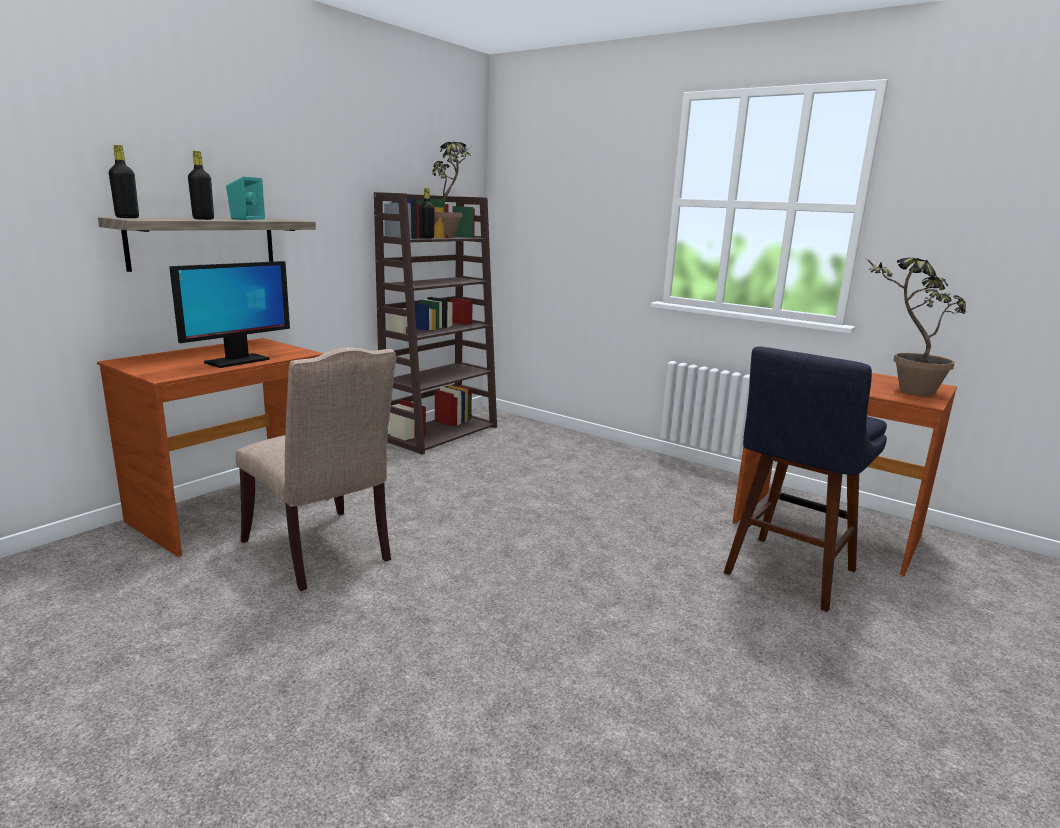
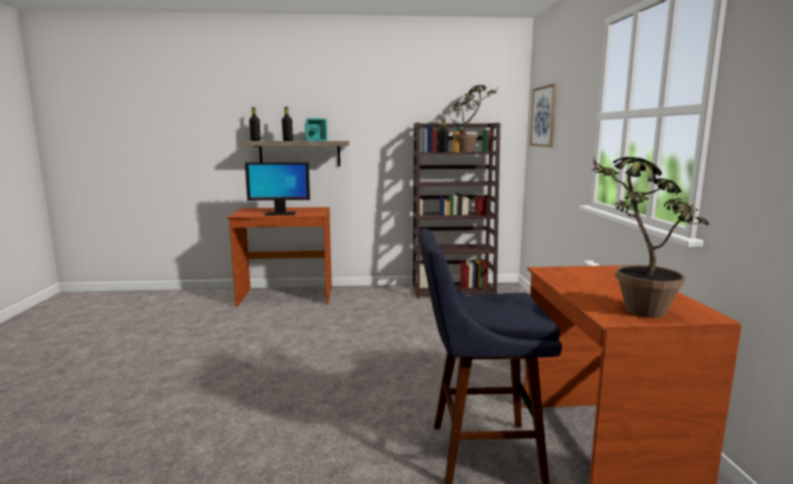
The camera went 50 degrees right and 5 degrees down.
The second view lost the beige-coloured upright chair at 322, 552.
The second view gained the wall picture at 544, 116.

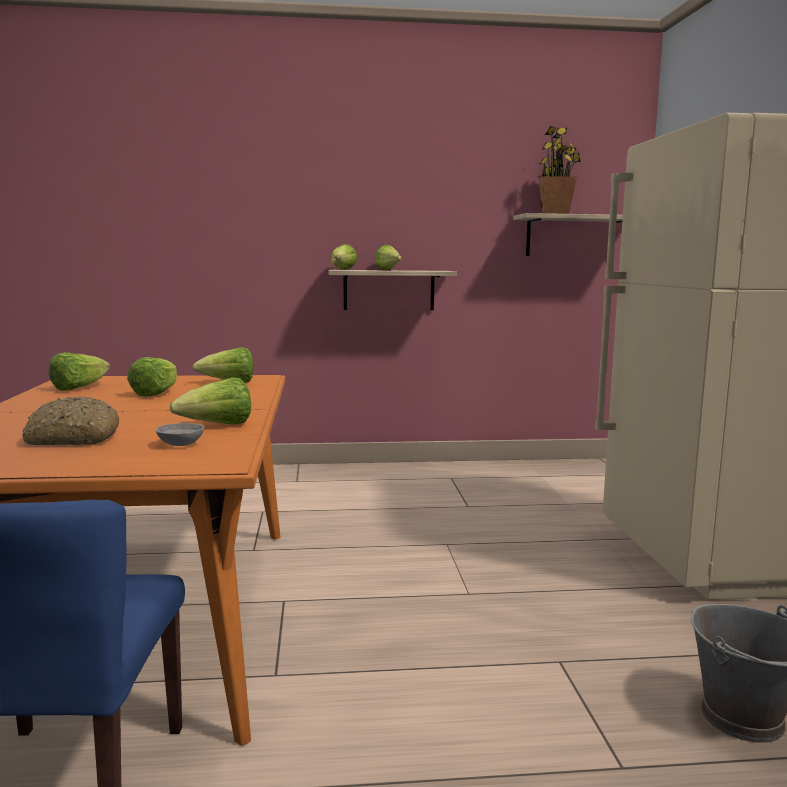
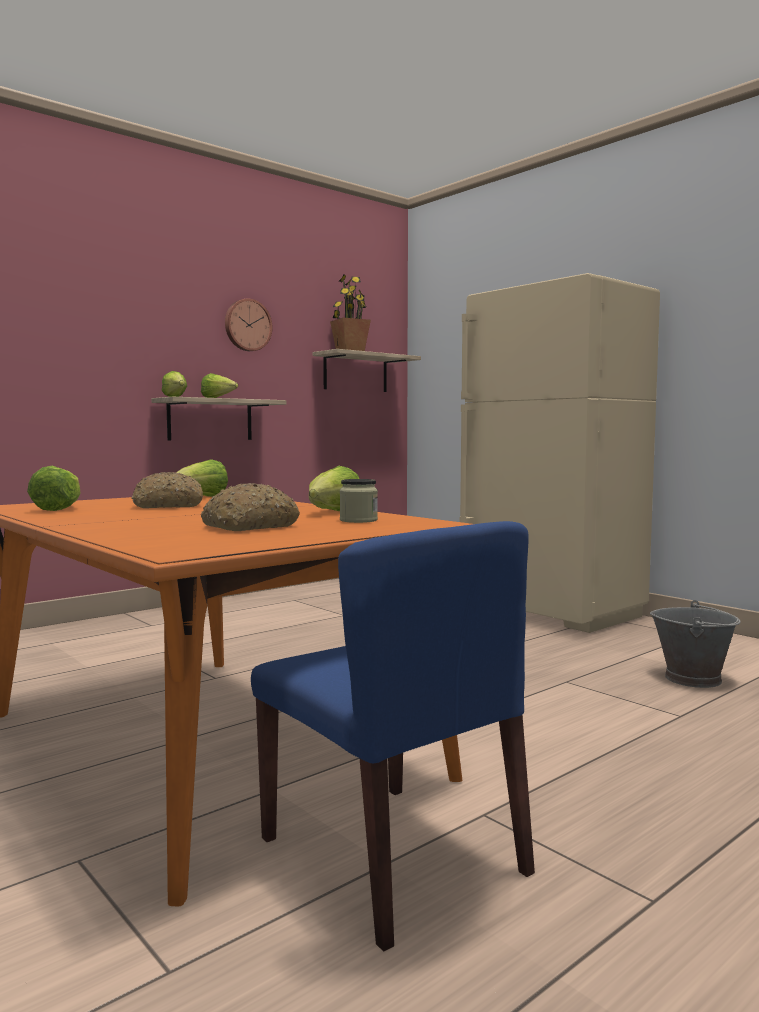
The camera went 35 degrees left and 5 degrees down.
Where the lettuce stood at 156, 394, the bakery bread came to stand at 167, 506.
Where the greyish serving bowl stood at 181, 444, the preserve jar came to stand at 358, 520.
The second view gained the hanging clock at 247, 325.

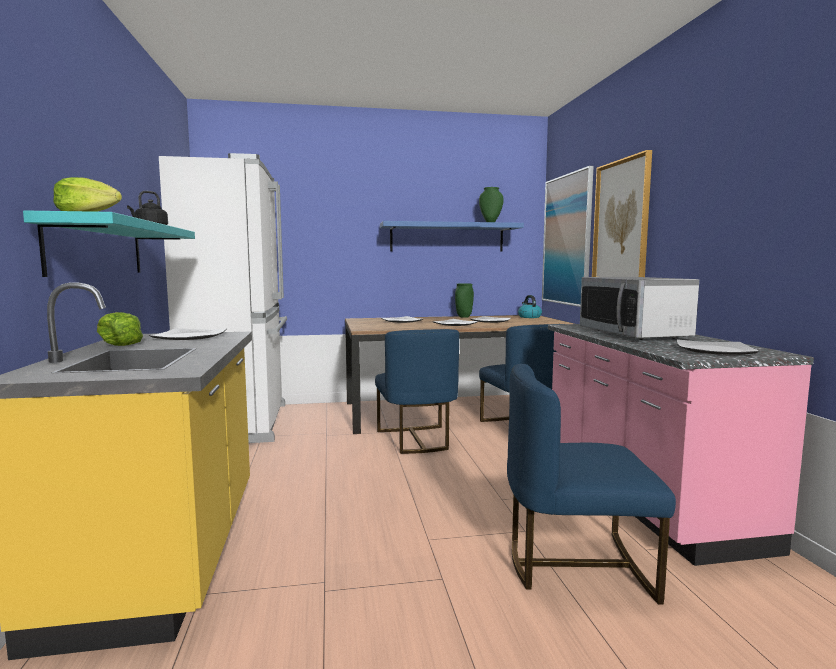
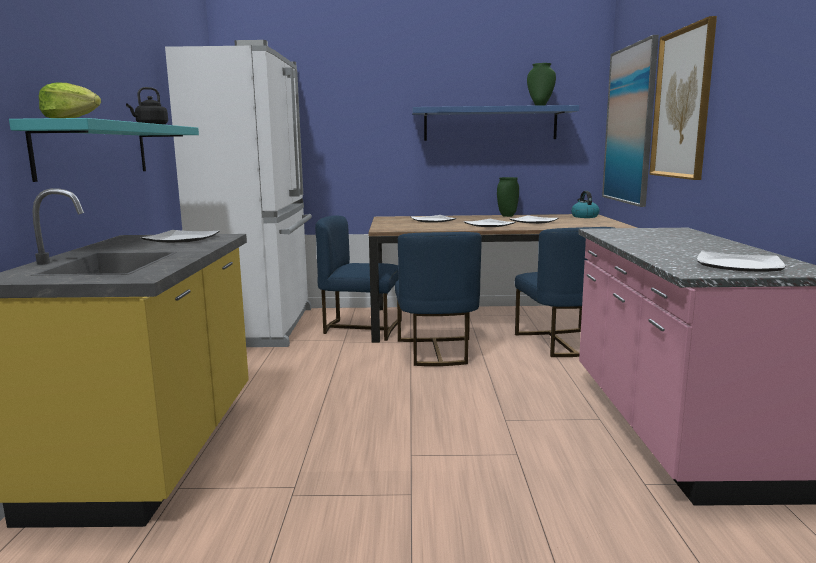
The camera went 10 degrees right and 5 degrees up.
The second view lost the lettuce at 118, 344.
The blue-coloured upright chair ended up elsewhere, having gone from 576, 565 to 362, 328.
The second view lost the kitchen microwave at 633, 334.

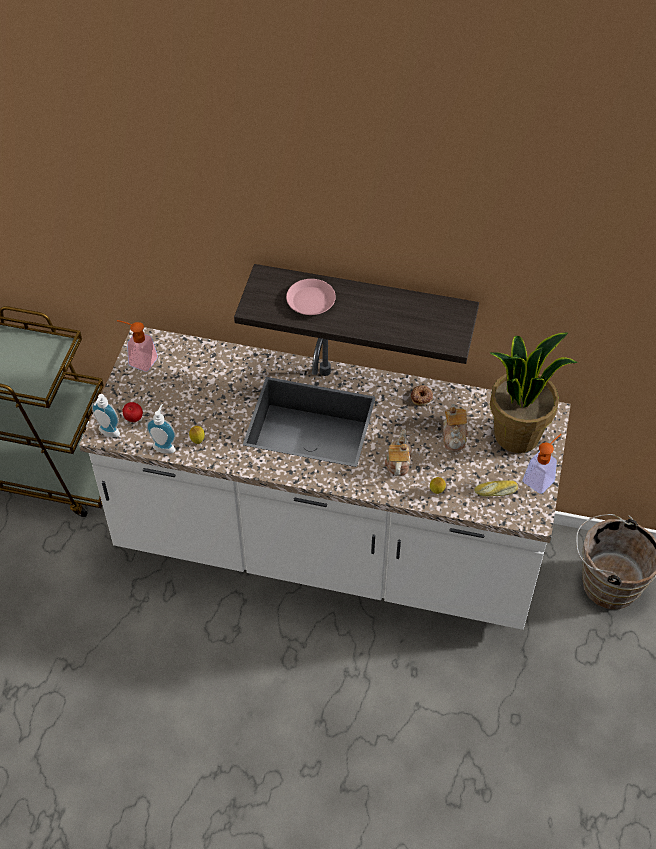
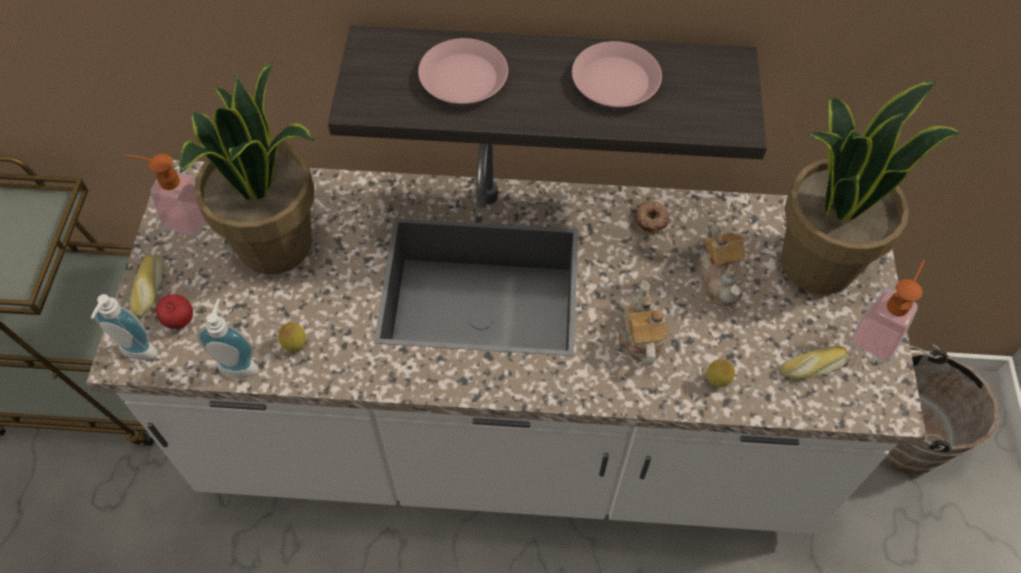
The camera went 10 degrees left and 5 degrees up.
The second view gained the bakery bread at 150, 289.
The second view gained the plant in a pot at 276, 245.
The second view gained the pinkish plate at 615, 81.

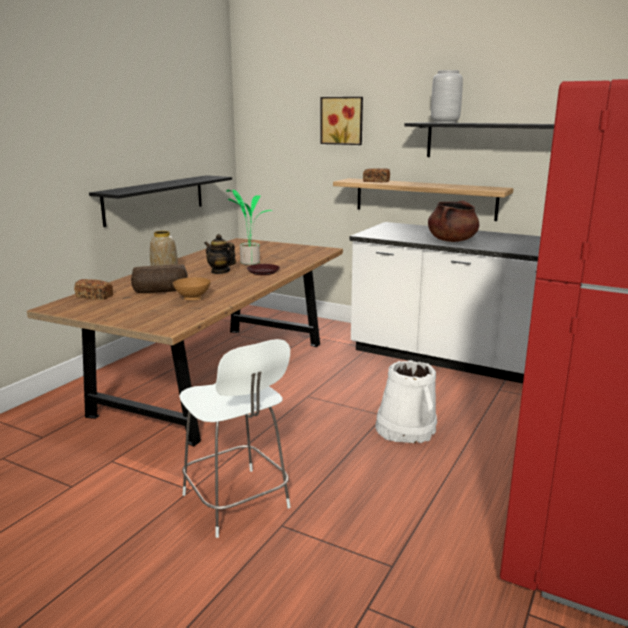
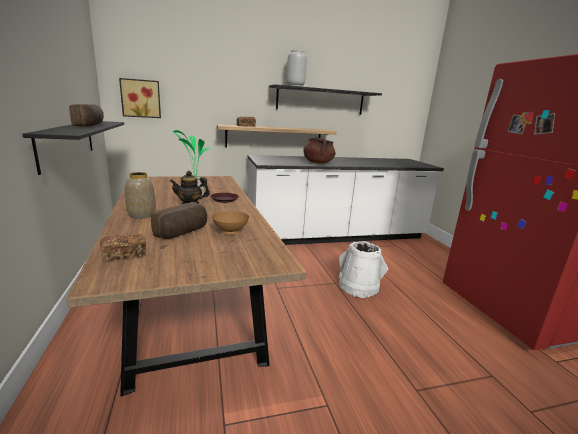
The camera went 45 degrees left and 0 degrees up.
The second view lost the white upright chair at 237, 503.
The wall picture ended up elsewhere, having gone from 342, 120 to 141, 98.
The second view gained the bakery bread at 90, 125.

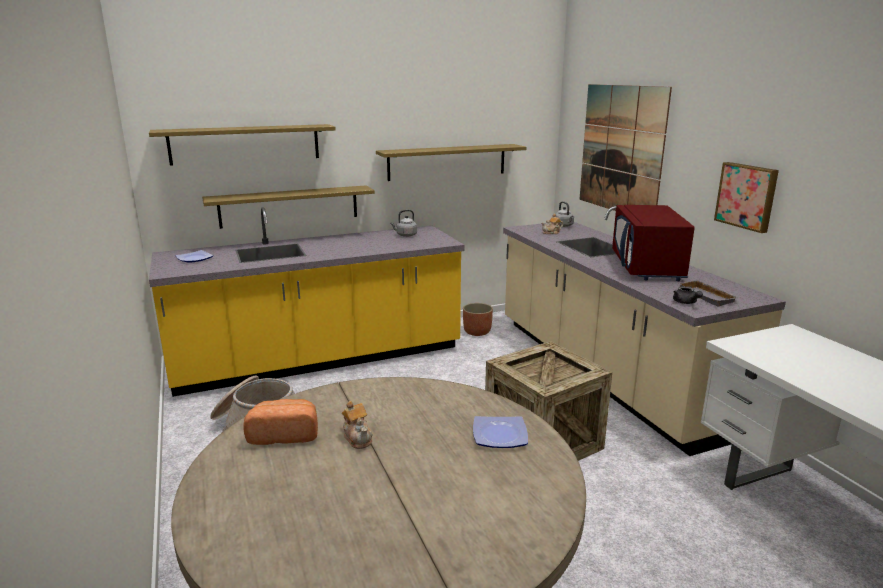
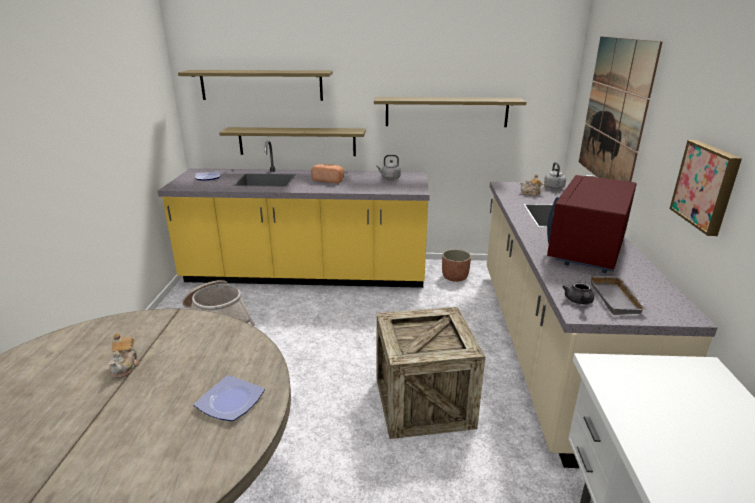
The camera went 25 degrees right and 5 degrees up.
The bakery bread ended up elsewhere, having gone from 284, 434 to 329, 180.

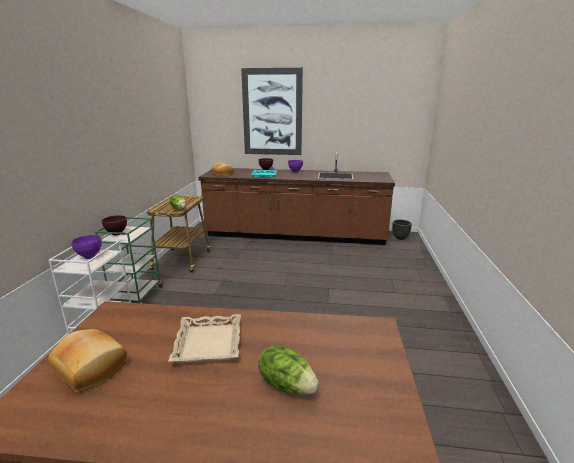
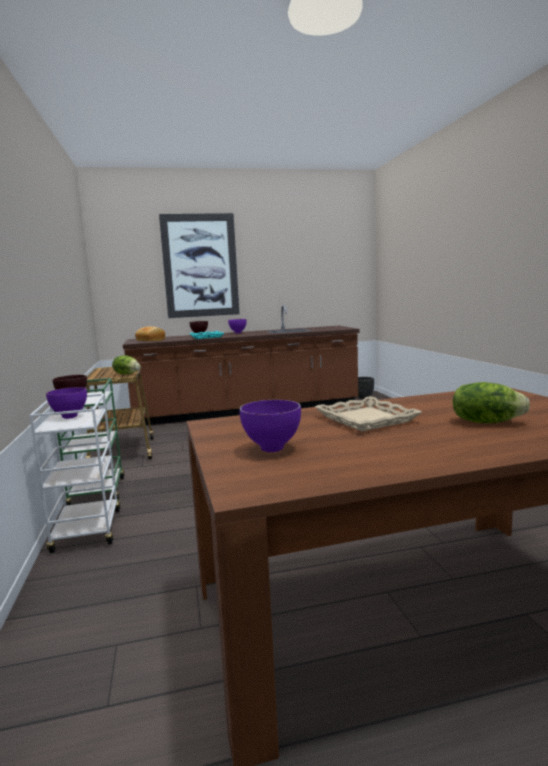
The camera went 20 degrees left and 10 degrees down.
Where the bakery bread stood at 92, 368, the purple serving bowl came to stand at 273, 449.

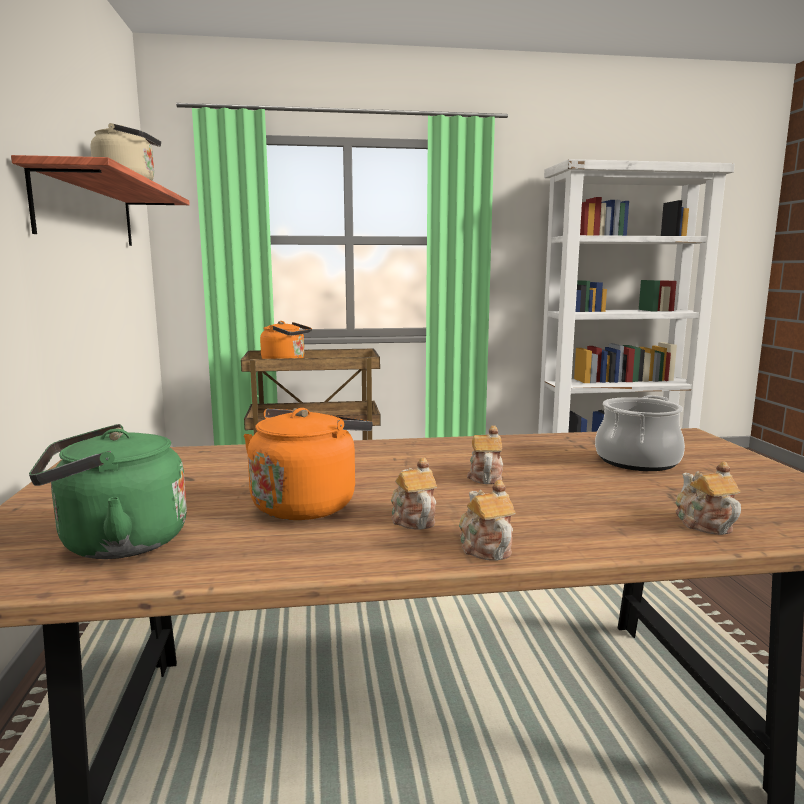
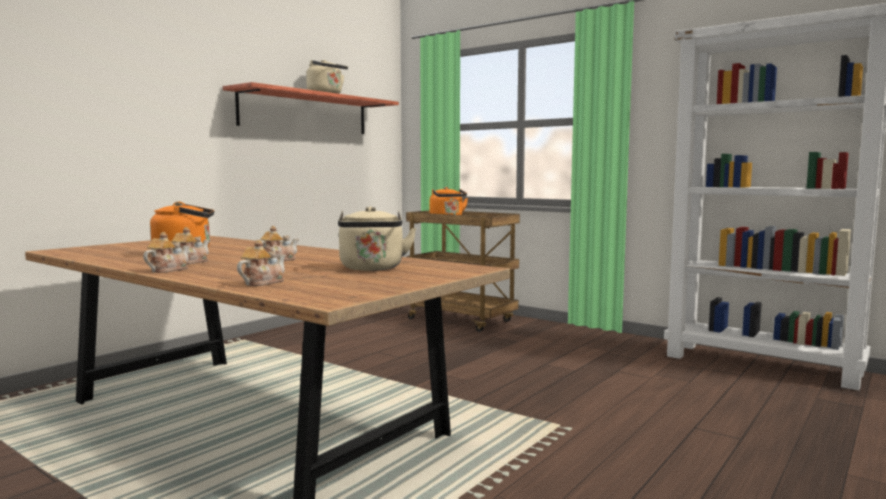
The camera went 45 degrees right and 5 degrees down.
The second view lost the green tea kettle at 115, 543.
Where the cooking pot stood at 637, 461, the beige-coloured tea kettle came to stand at 372, 268.

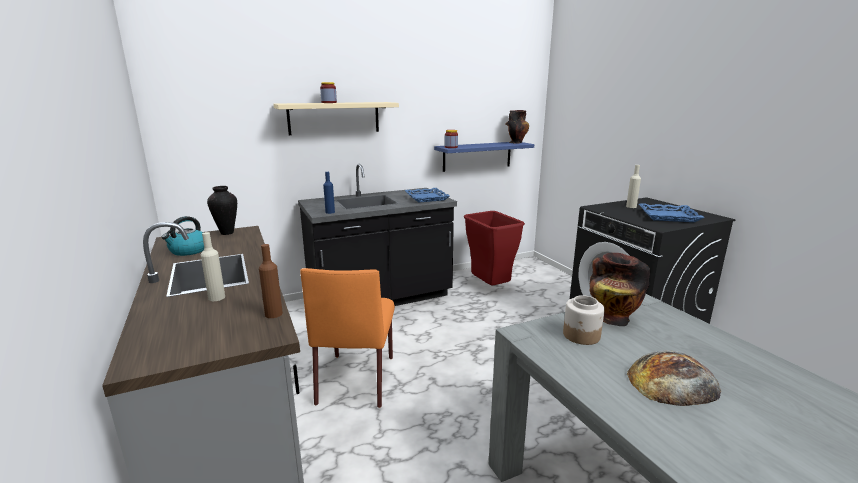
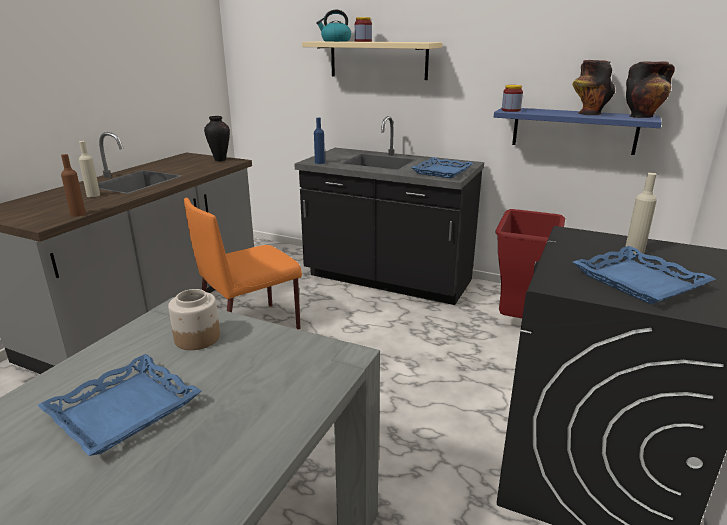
The camera went 50 degrees right and 5 degrees up.
The tea kettle ended up elsewhere, having gone from 188, 251 to 335, 41.
The vase ended up elsewhere, having gone from 612, 318 to 588, 113.
Where the bakery bread stood at 672, 381, the blue-coloured carrying tray came to stand at 124, 411.

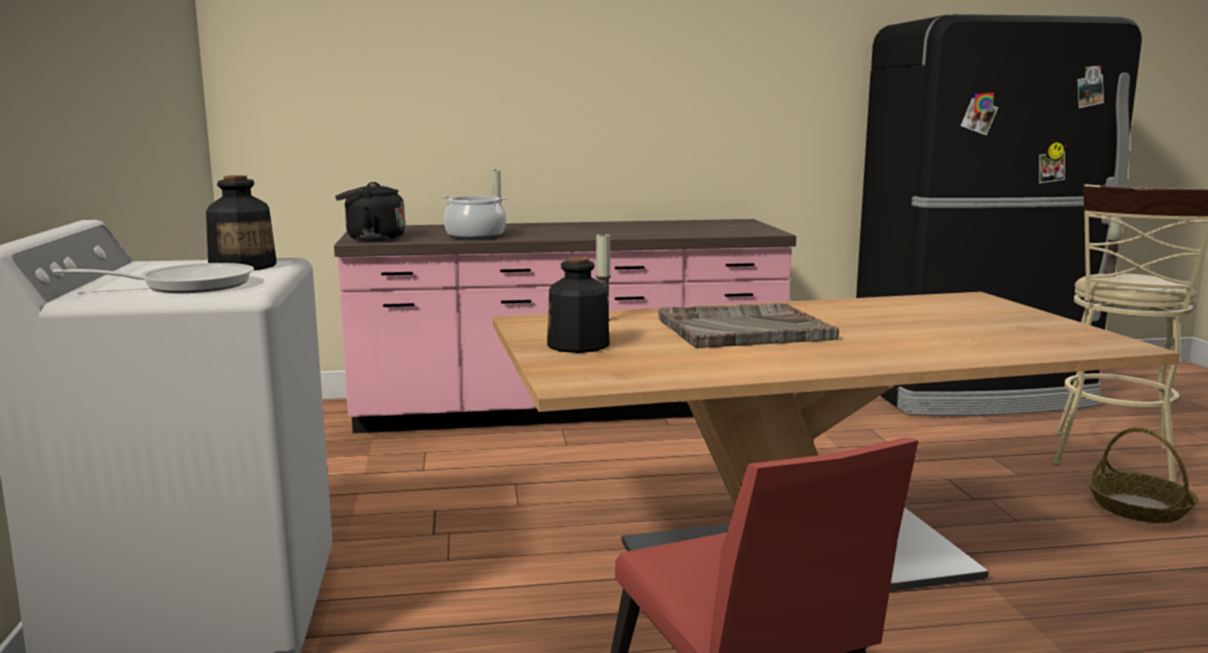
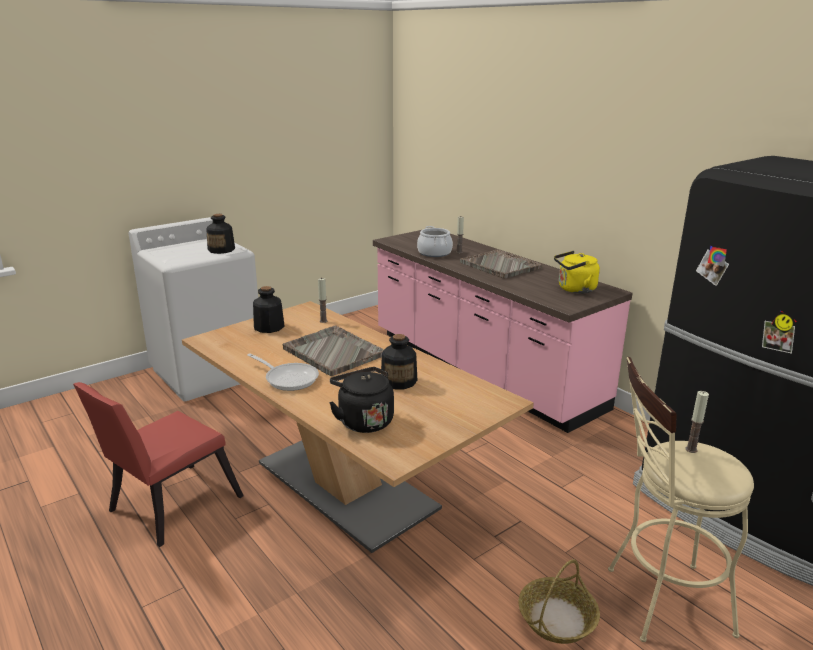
The camera went 60 degrees right and 10 degrees up.
The pan ended up elsewhere, having gone from 186, 285 to 288, 378.
The black-coloured tea kettle ended up elsewhere, having gone from 371, 239 to 363, 420.
The second view gained the drink bottle at 399, 381.
The second view gained the greyish carrying tray at 500, 266.
The second view gained the yellow-coloured tea kettle at 574, 289.

